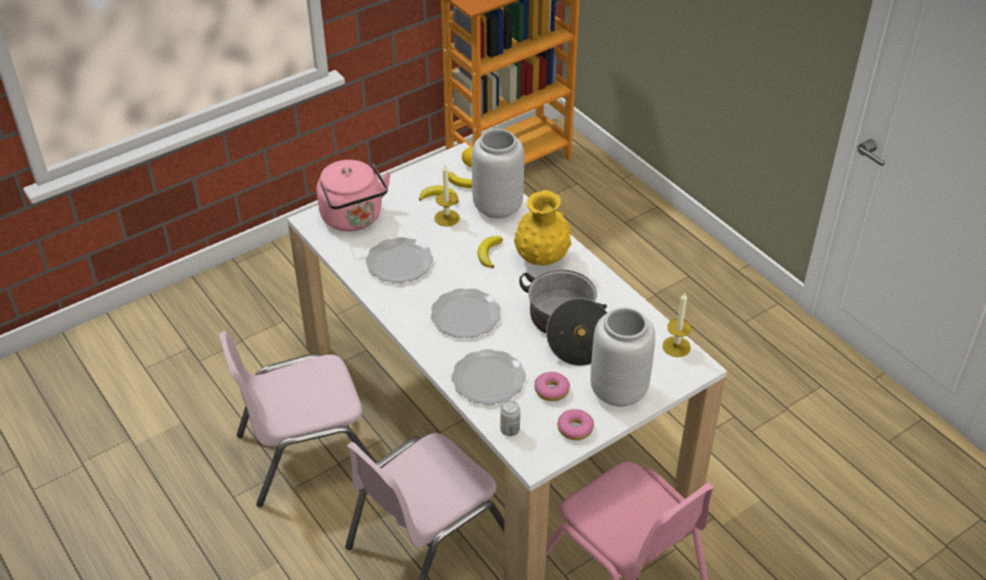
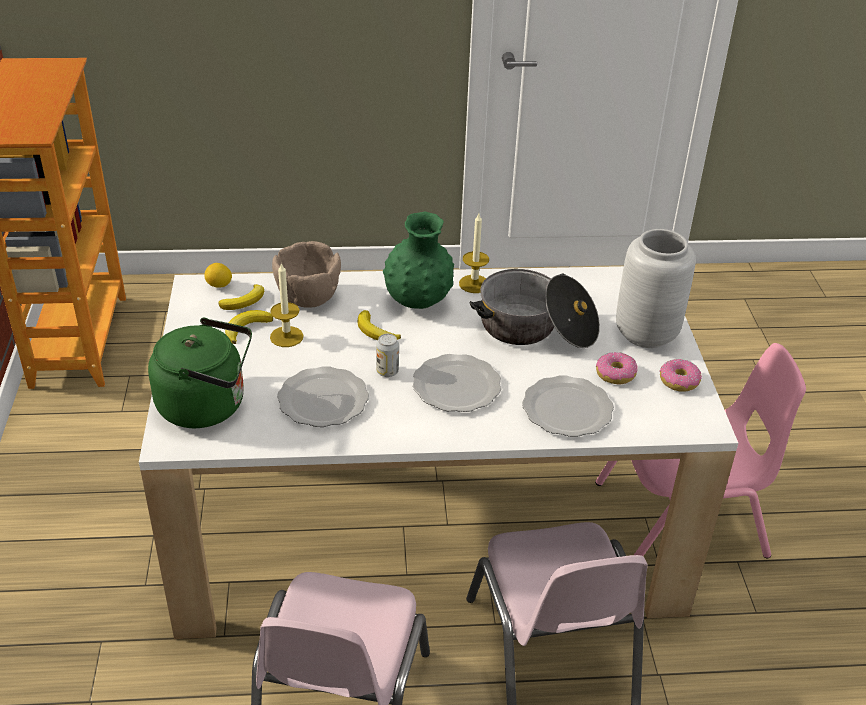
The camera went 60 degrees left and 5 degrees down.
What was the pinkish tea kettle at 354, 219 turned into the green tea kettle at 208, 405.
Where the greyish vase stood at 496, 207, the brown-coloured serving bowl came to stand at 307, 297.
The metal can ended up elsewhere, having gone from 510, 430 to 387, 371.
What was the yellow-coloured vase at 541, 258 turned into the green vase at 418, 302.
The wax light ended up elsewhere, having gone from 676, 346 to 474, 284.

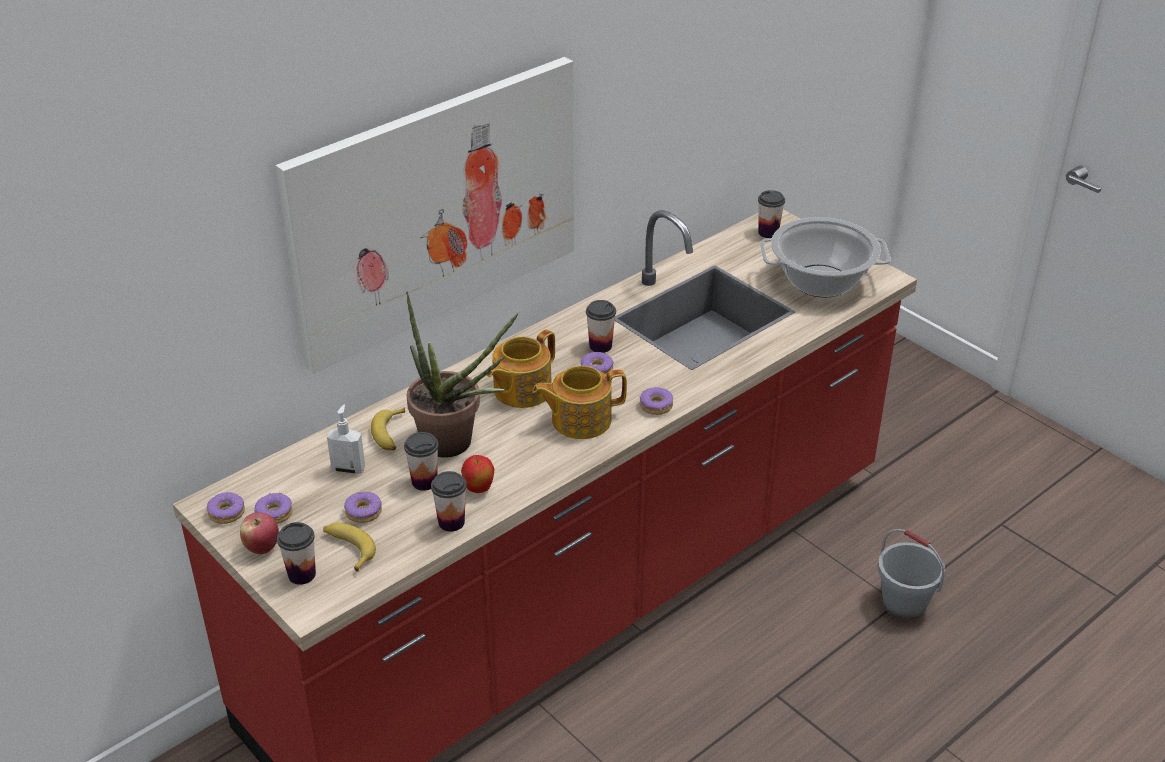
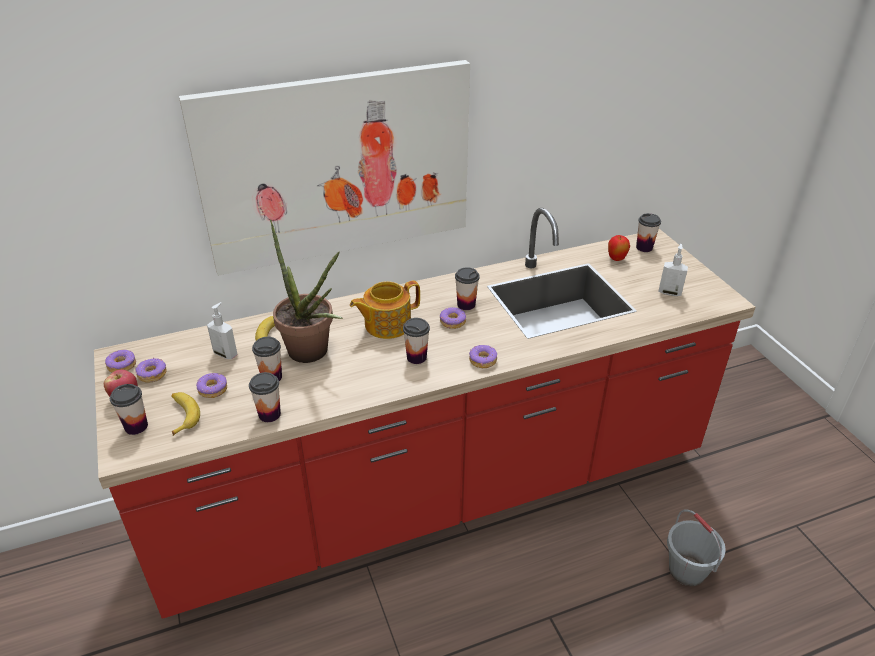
The camera went 20 degrees right and 0 degrees up.
The apple fruit ended up elsewhere, having gone from 478, 489 to 616, 259.
Where the tea pot stood at 579, 420, the drinking cup came to stand at 416, 357.
Where the cooking pot stood at 820, 282, the liquid soap bottle came to stand at 669, 292.

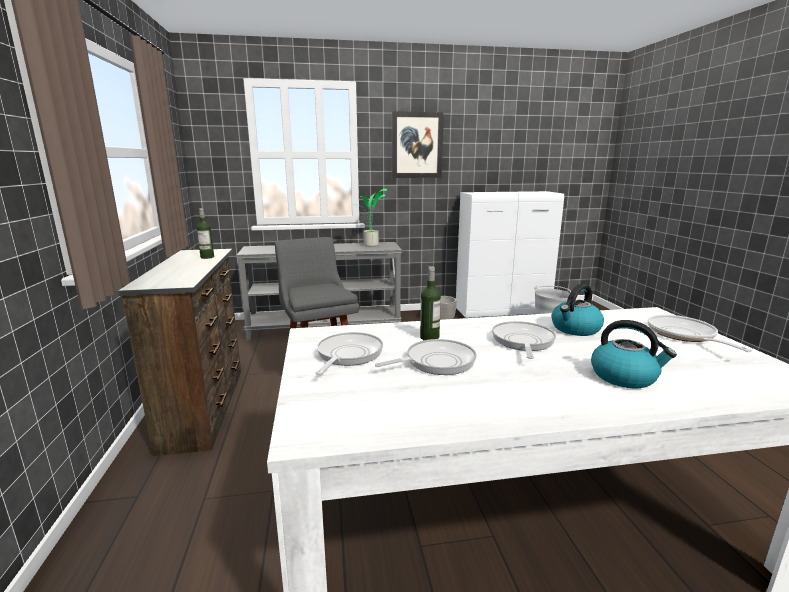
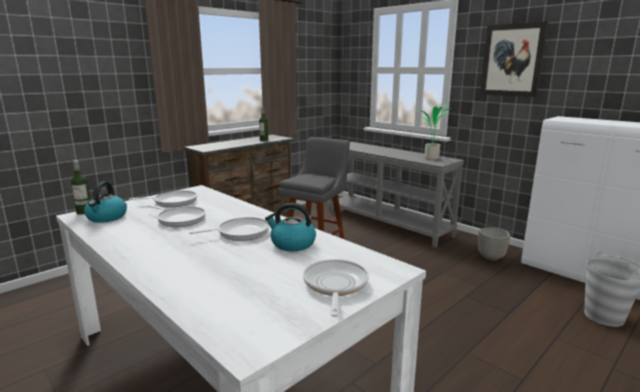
The camera went 55 degrees right and 0 degrees up.
The drink bottle ended up elsewhere, having gone from 429, 337 to 84, 212.
The tea kettle ended up elsewhere, having gone from 624, 377 to 107, 217.
The pan at 684, 335 ended up facing another way, 45 degrees counterclockwise from before.

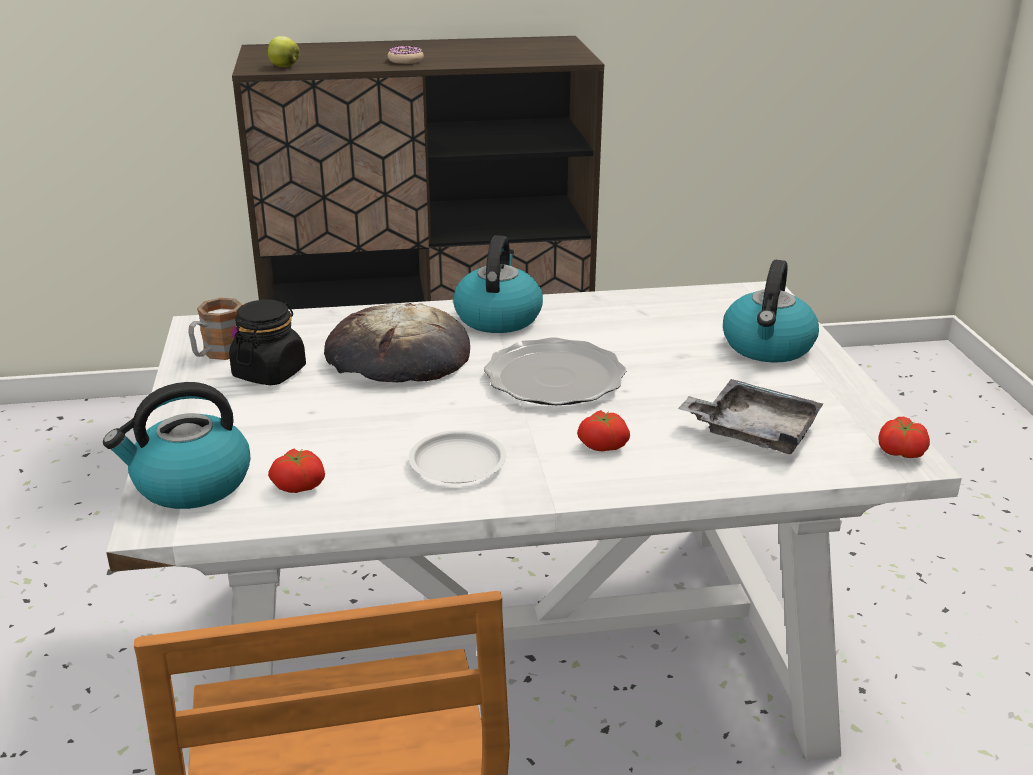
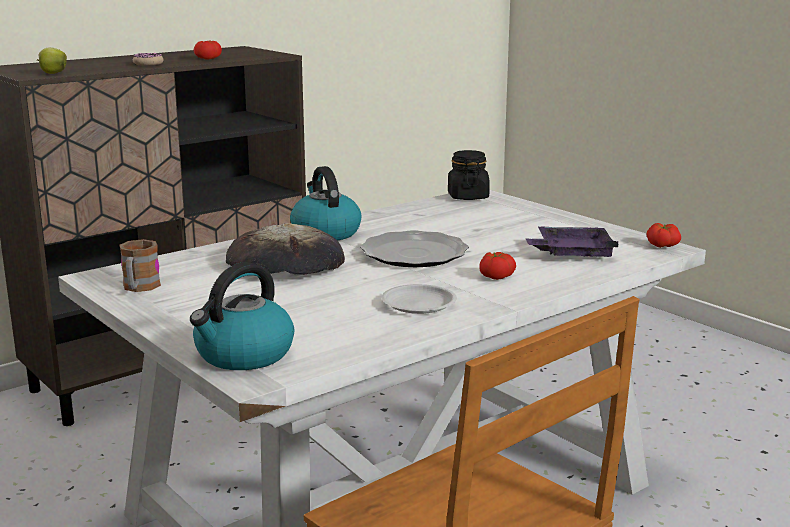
The camera went 30 degrees left and 10 degrees down.
The black-coloured preserve jar ended up elsewhere, having gone from 269, 372 to 467, 197.
The whole tomato ended up elsewhere, having gone from 299, 484 to 207, 58.
What was the greyish carrying tray at 753, 431 turned into the purple carrying tray at 571, 253.
The second view lost the tea kettle at 768, 347.

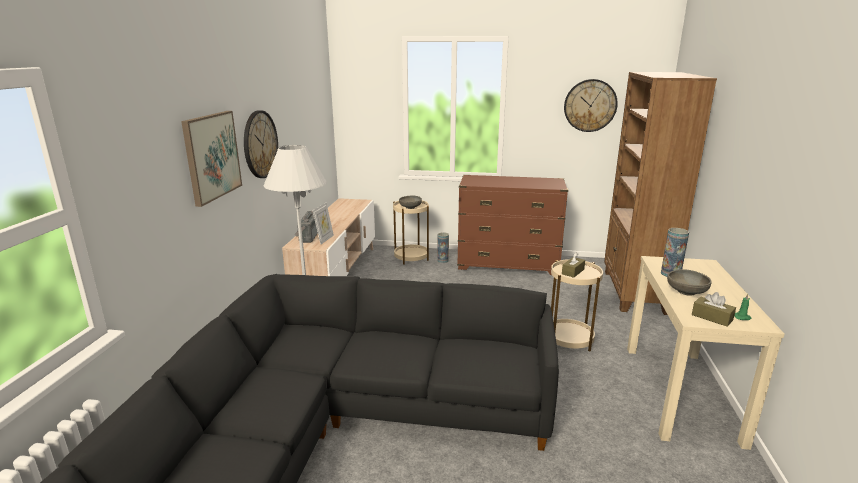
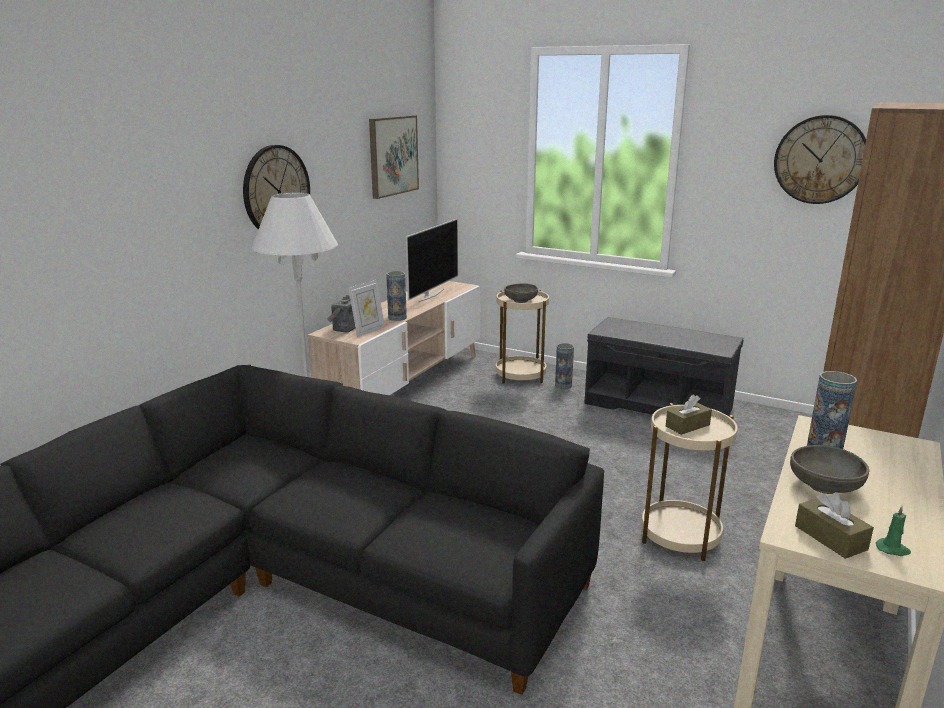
The camera went 20 degrees right and 0 degrees up.
The wall picture ended up elsewhere, having gone from 212, 156 to 393, 155.
Where the brown-coloured dresser stood at 508, 264, the greyish bench came to stand at 659, 405.
The second view gained the vase at 397, 318.
The second view gained the television at 430, 295.

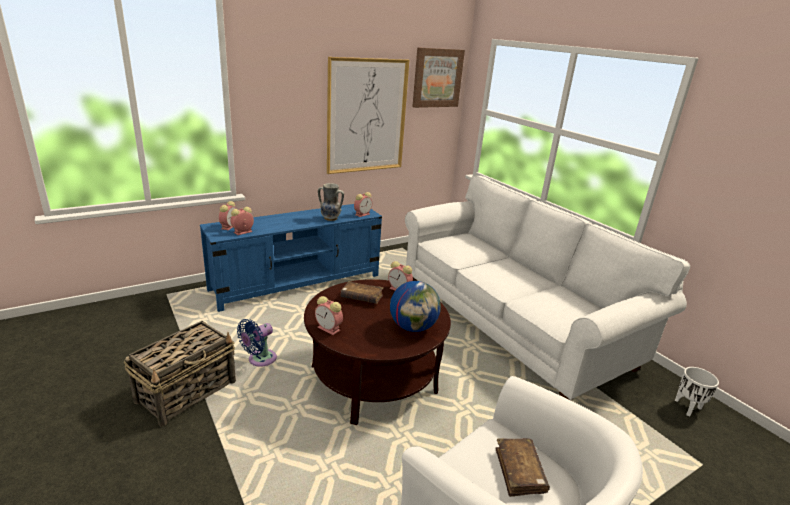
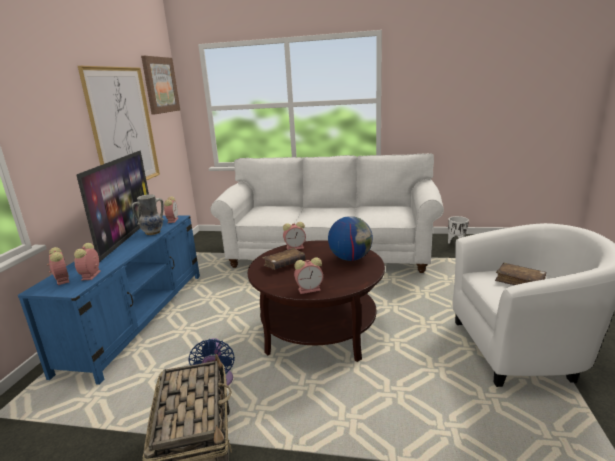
The camera went 45 degrees left and 5 degrees down.
The second view gained the television at 127, 237.

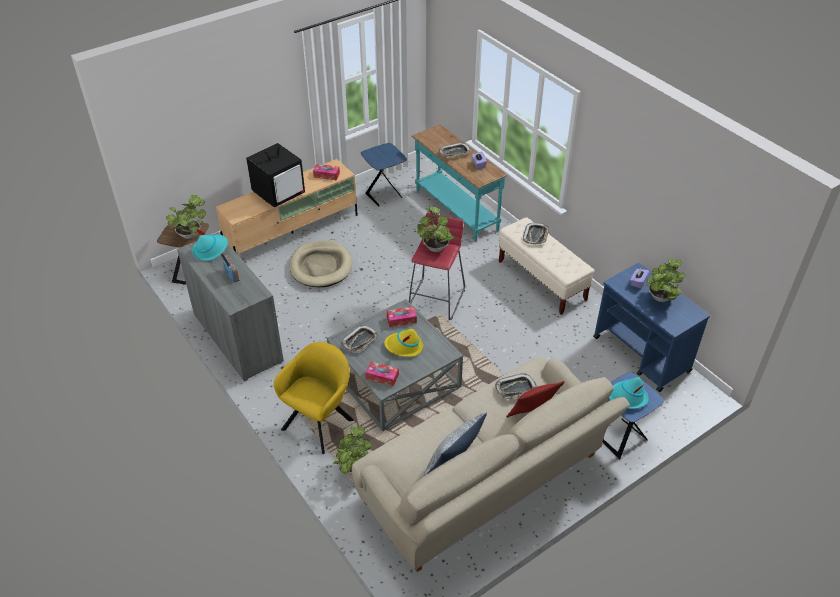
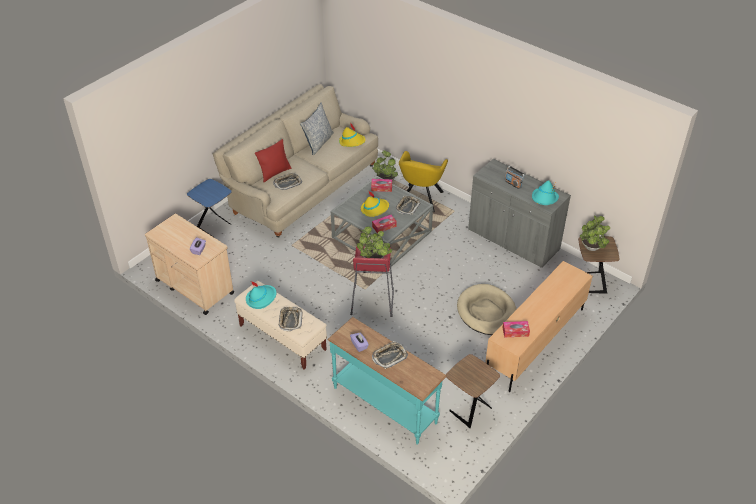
The camera went 165 degrees right and 0 degrees up.
The second view lost the television at 279, 193.
What was the blue-coloured end table at 385, 196 turned into the brown-coloured end table at 468, 409.
What was the blue-coloured trolley at 642, 355 turned into the beige-coloured trolley at 194, 286.
The turquoise-coloured clothing hat ended up elsewhere, having gone from 627, 397 to 261, 298.
The second view lost the plant in a pot at 659, 298.
The second view gained the yellow-coloured clothing hat at 352, 141.

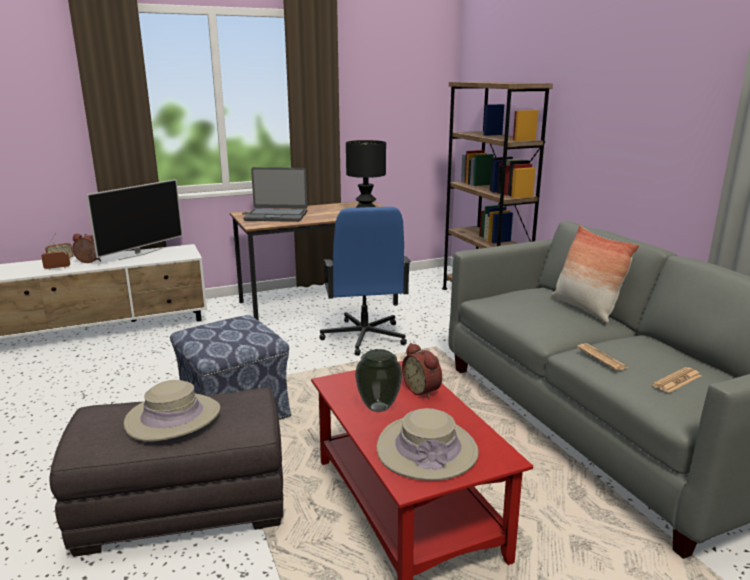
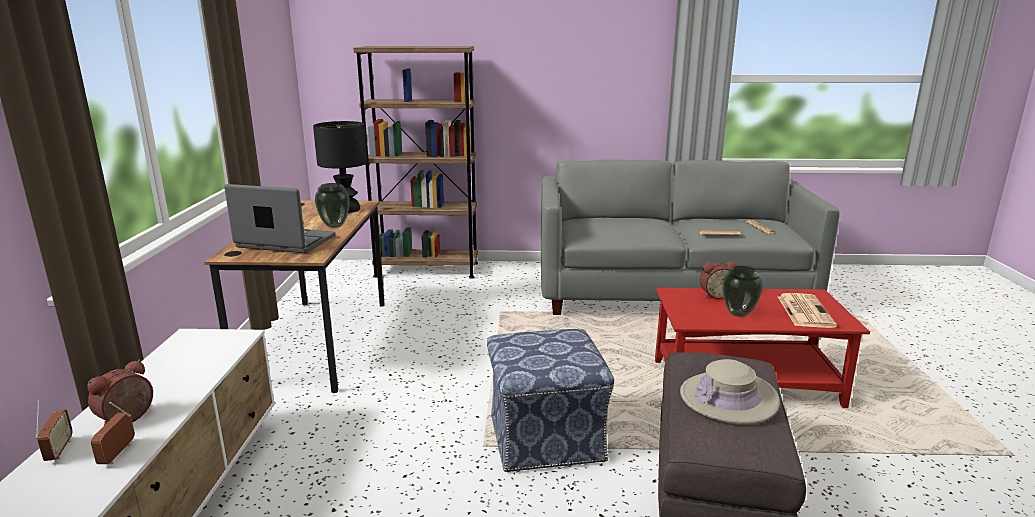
The camera went 65 degrees left and 0 degrees up.
The second view lost the television at 140, 254.
The portable computer at 276, 216 ended up facing another way, 105 degrees counterclockwise from before.
The second view lost the blue-coloured desk chair at 364, 337.
Where the beige-coloured clothing hat stood at 427, 450, the printed paper came to stand at 804, 311.
The second view lost the cushion at 585, 309.
The second view gained the vase at 335, 226.

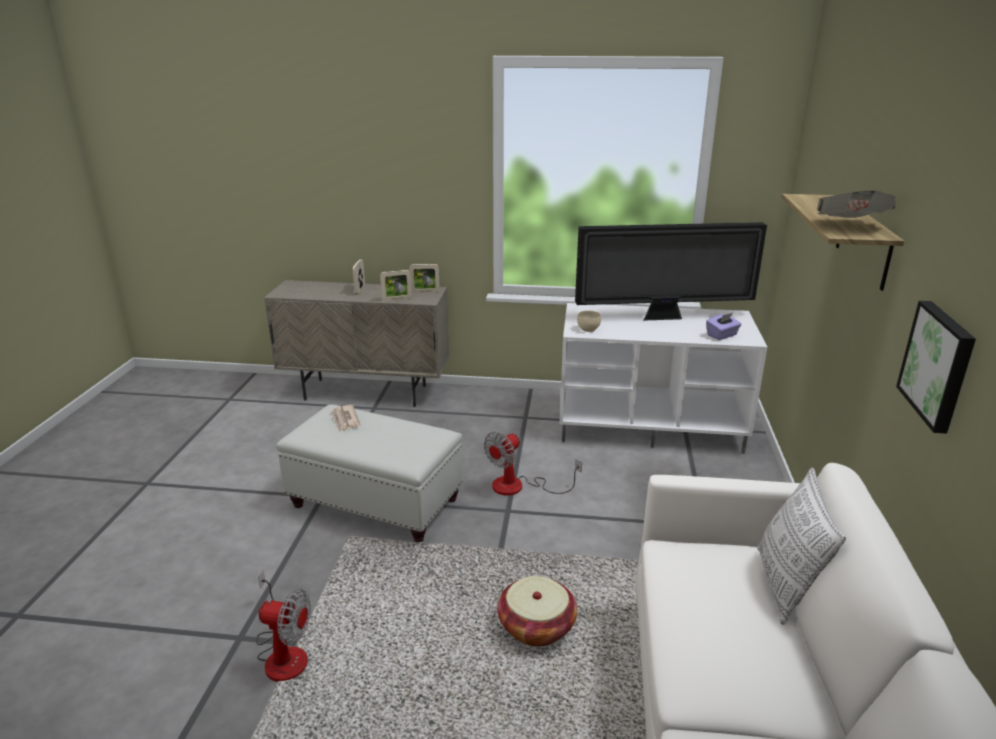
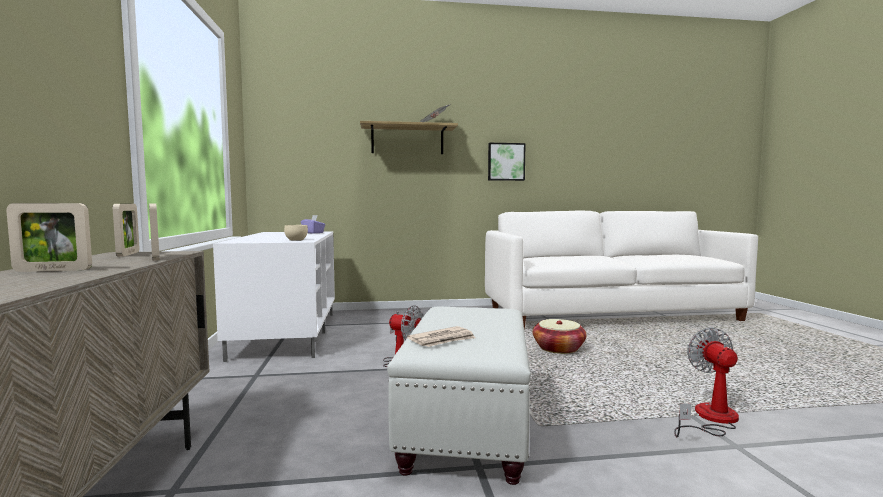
The camera went 105 degrees left and 20 degrees down.
The second view lost the television at 663, 317.
The second view lost the cushion at 786, 585.

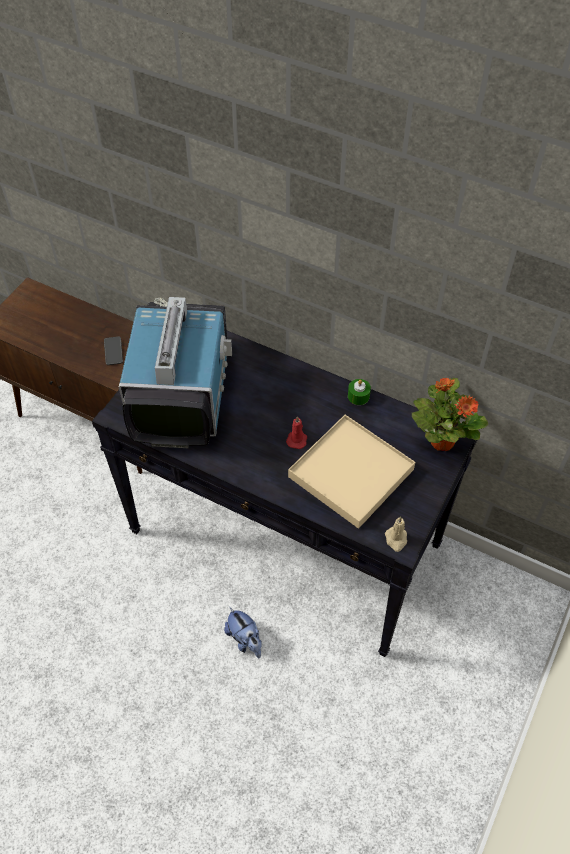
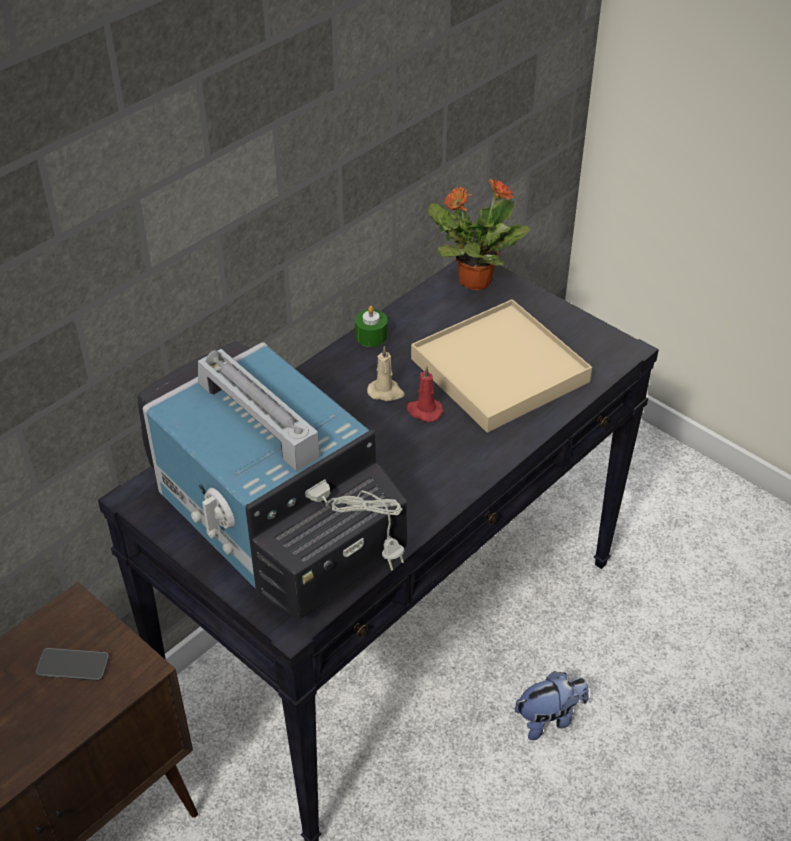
The camera went 75 degrees left and 10 degrees down.
The television at 182, 390 ended up facing another way, 150 degrees counterclockwise from before.
The beige-coloured wax light ended up elsewhere, having gone from 396, 539 to 386, 392.

